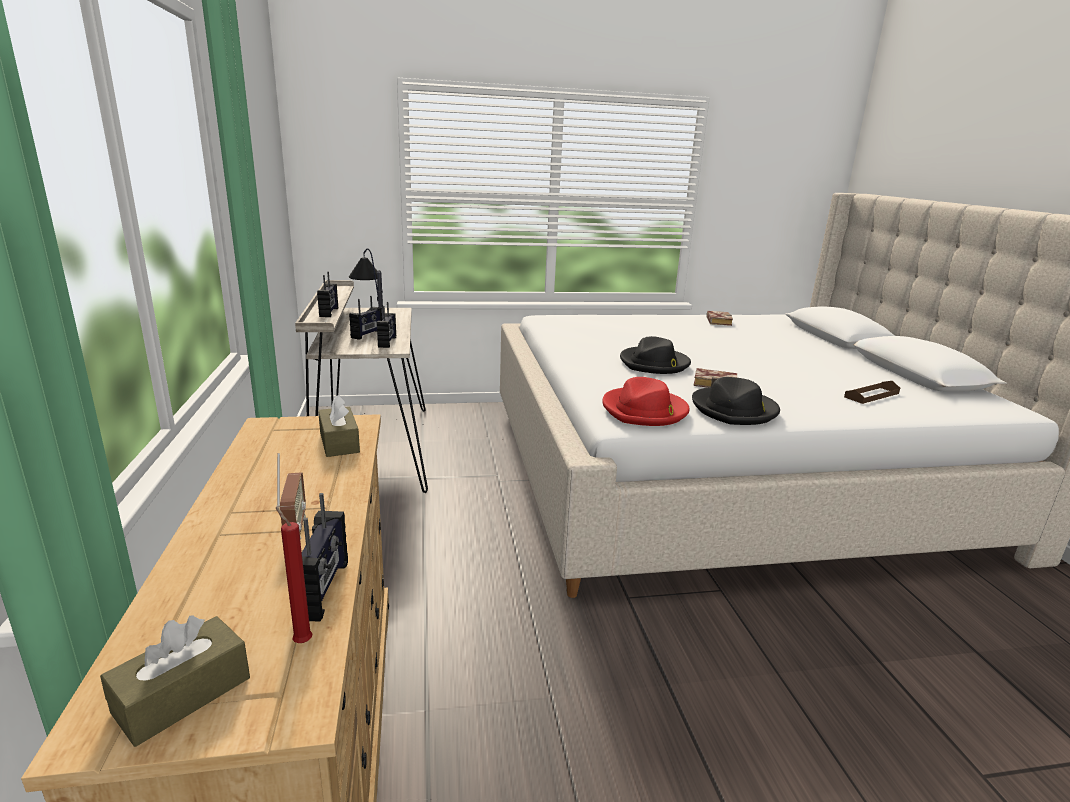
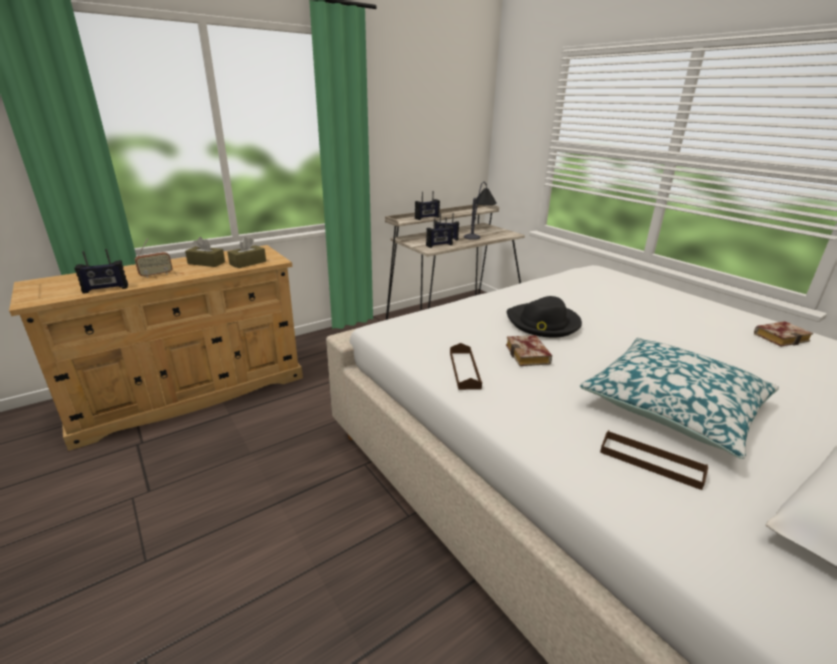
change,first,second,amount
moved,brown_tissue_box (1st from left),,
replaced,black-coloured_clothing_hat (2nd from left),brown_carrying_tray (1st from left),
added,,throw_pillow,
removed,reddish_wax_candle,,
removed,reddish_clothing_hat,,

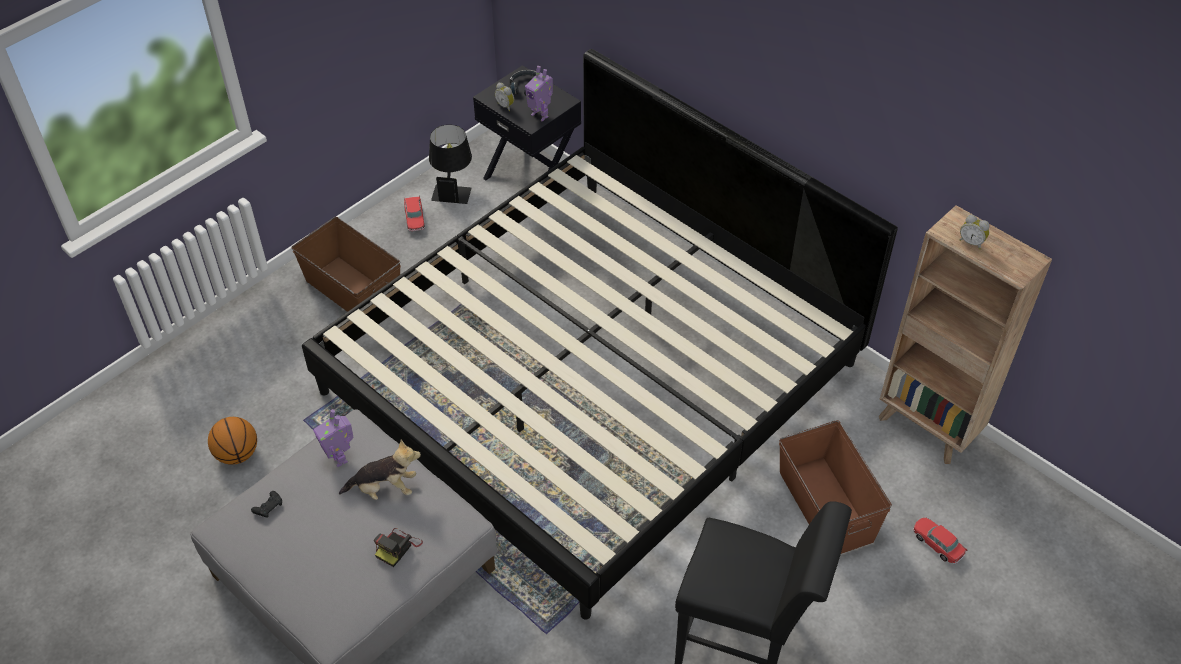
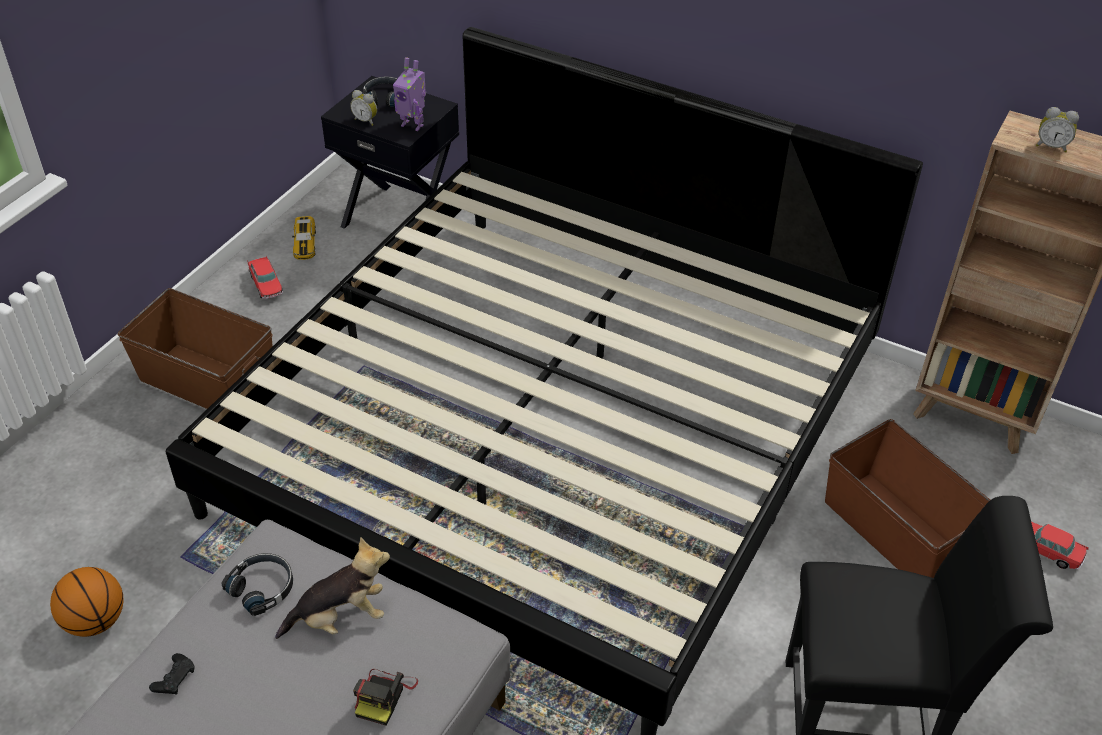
change,first,second,amount
replaced,toy_robot (1st from left),black-coloured_headphones (1st from left),
replaced,black-coloured_tabletop_lamp,miniature_car (2nd from left),

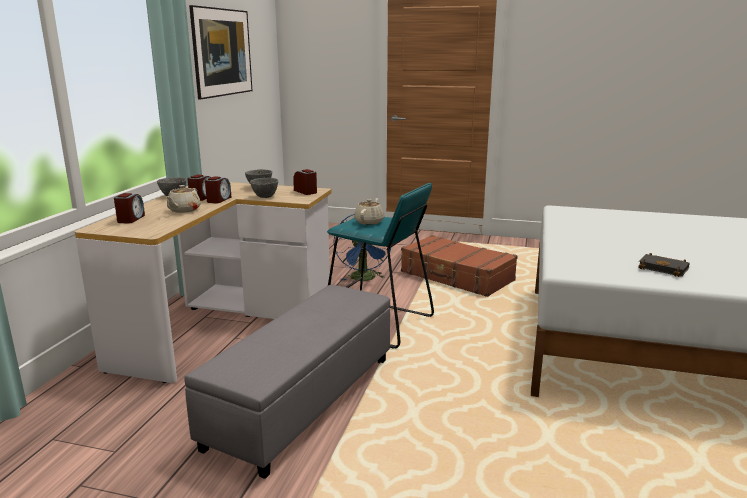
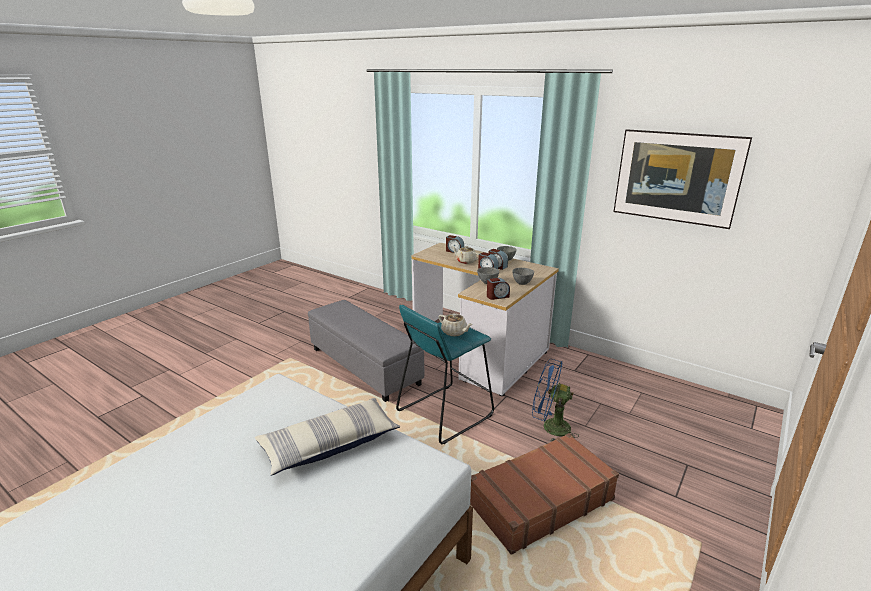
change,first,second,amount
added,,throw_pillow,
removed,black-coloured_book,,

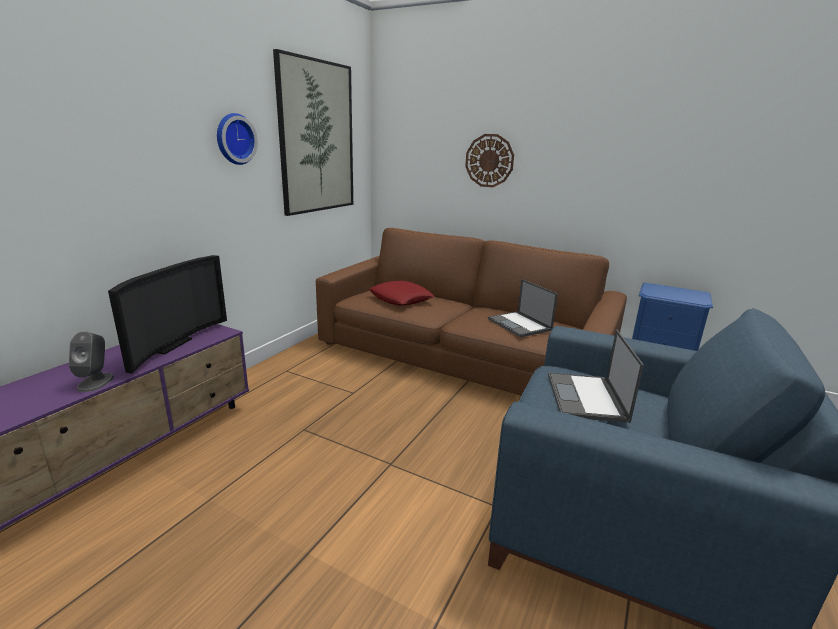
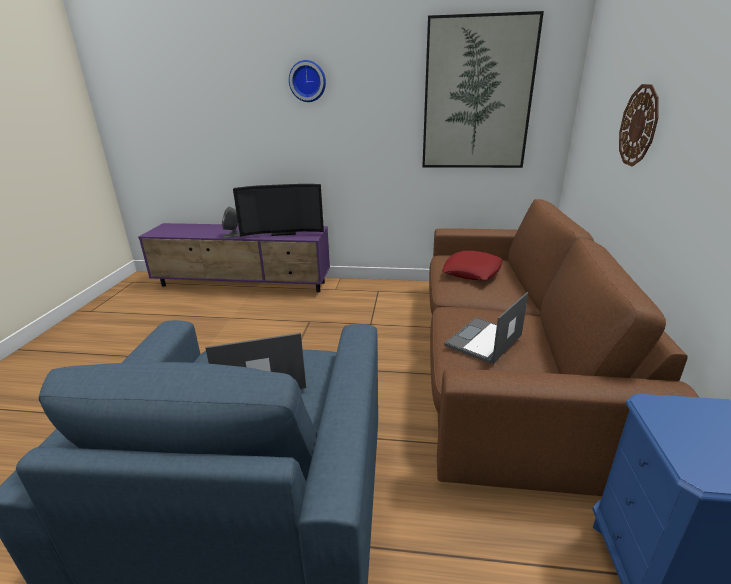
change,first,second,amount
moved,clock_on_the_wall (1st from left),,

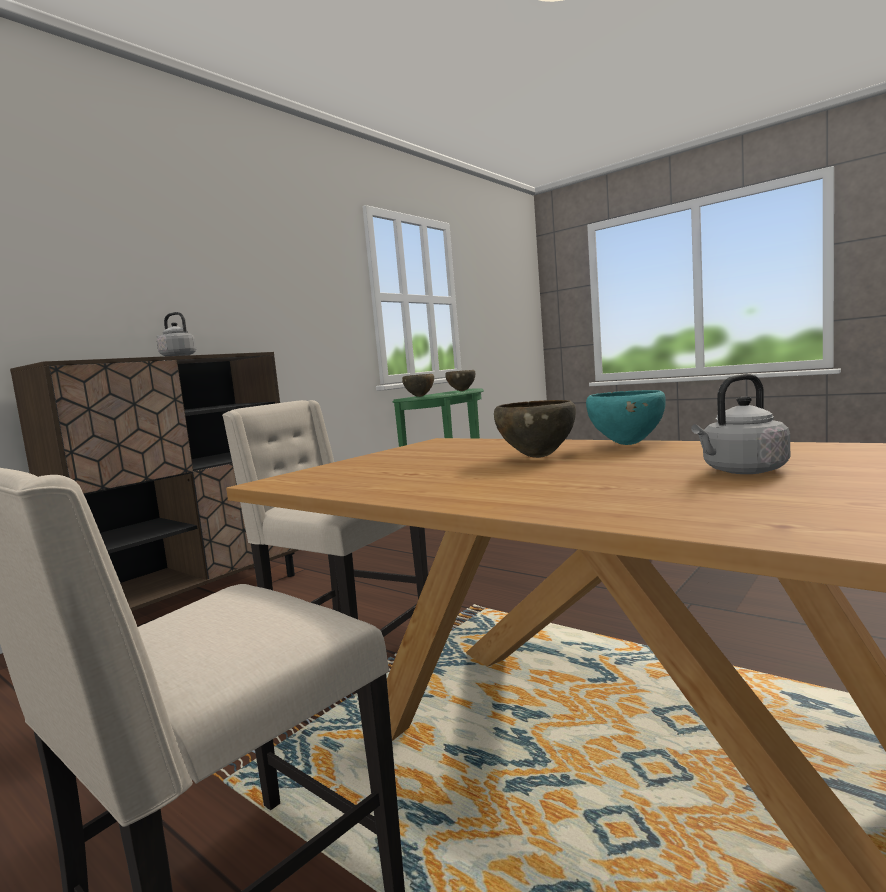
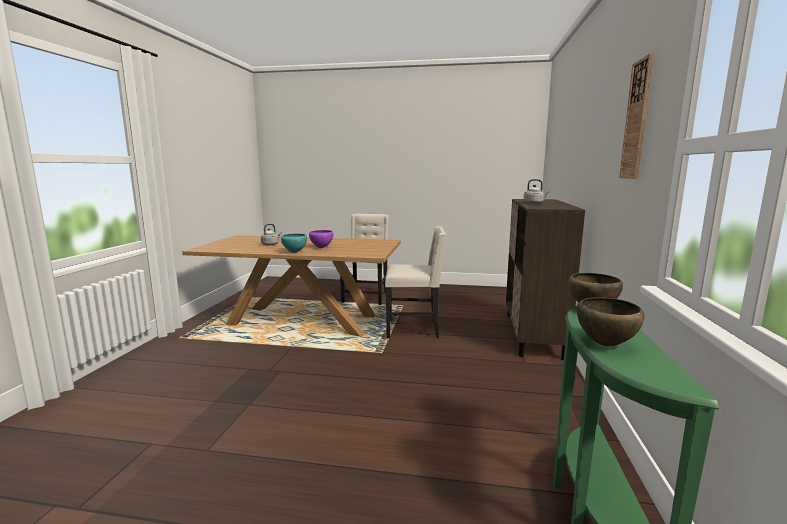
change,first,second,amount
recoloured,brown_deep_dish (3rd from left),purplish_deep_dish,
added,,clock_on_the_wall,

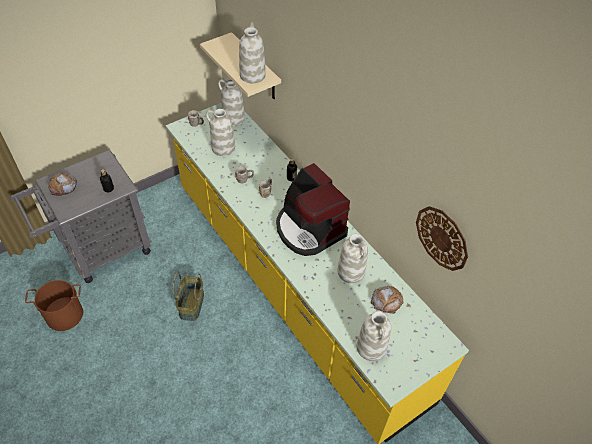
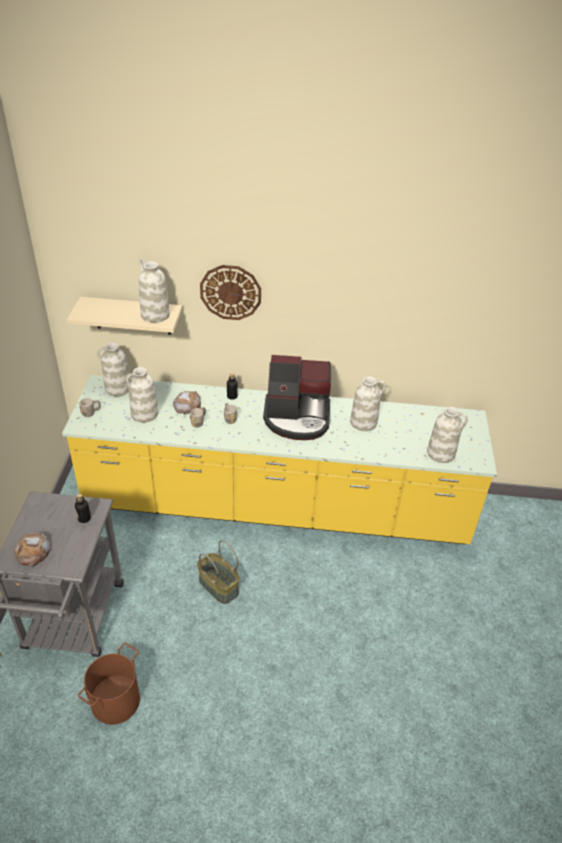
change,first,second,amount
moved,baked_bread (2nd from left),,
moved,clock_on_the_wall,,

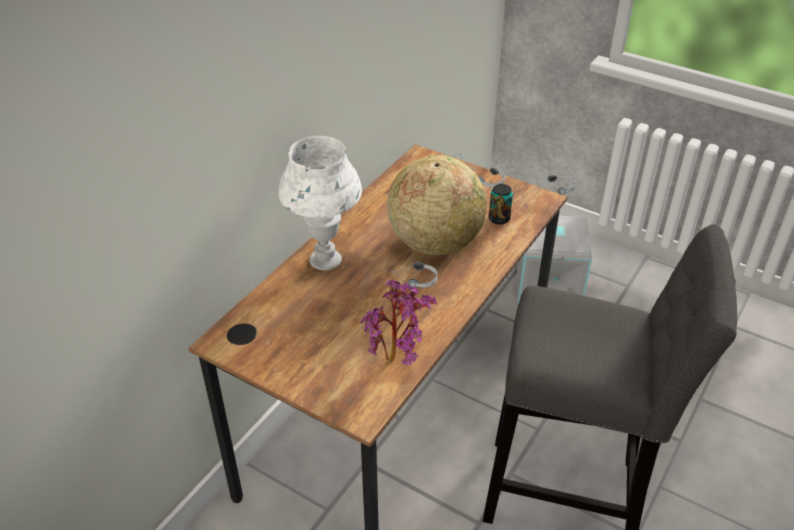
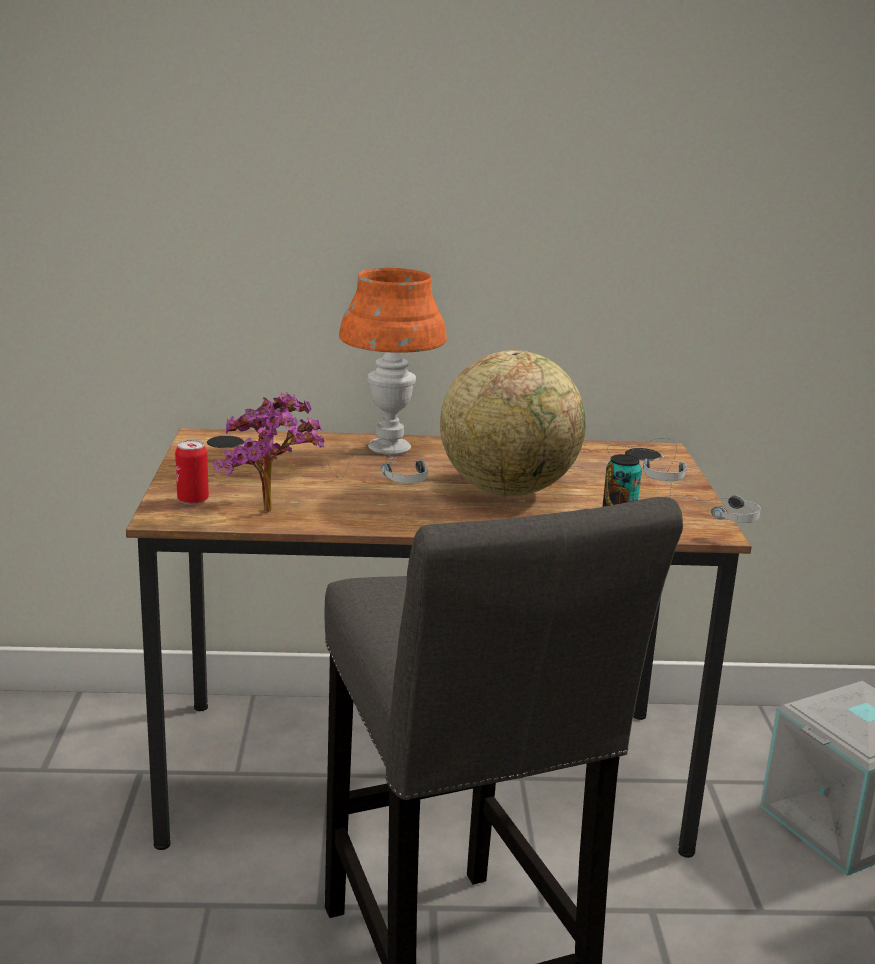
change,first,second,amount
added,,metal_can (1st from left),
recoloured,whitish_tabletop_lamp,orange-coloured_tabletop_lamp,

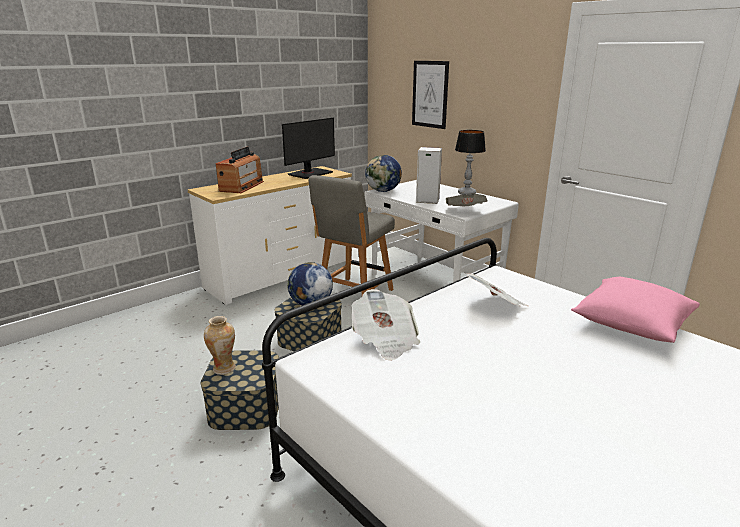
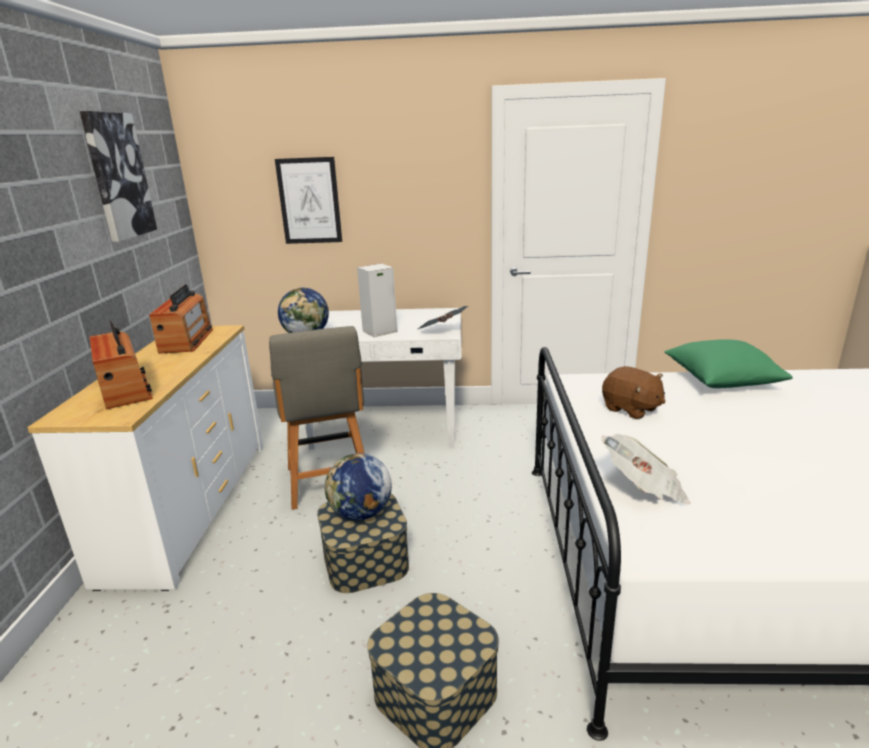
change,first,second,amount
added,,wall_art (1st from left),
replaced,monitor,radio (2nd from left),
replaced,daily_paper (3rd from left),brown_plush_toy,
recoloured,pink_throw_pillow,green-coloured_throw_pillow,
removed,flower_vase,,
removed,tabletop_lamp,,

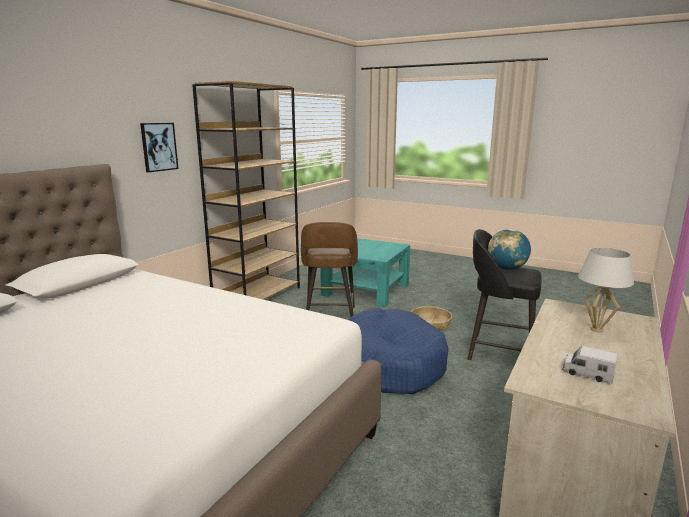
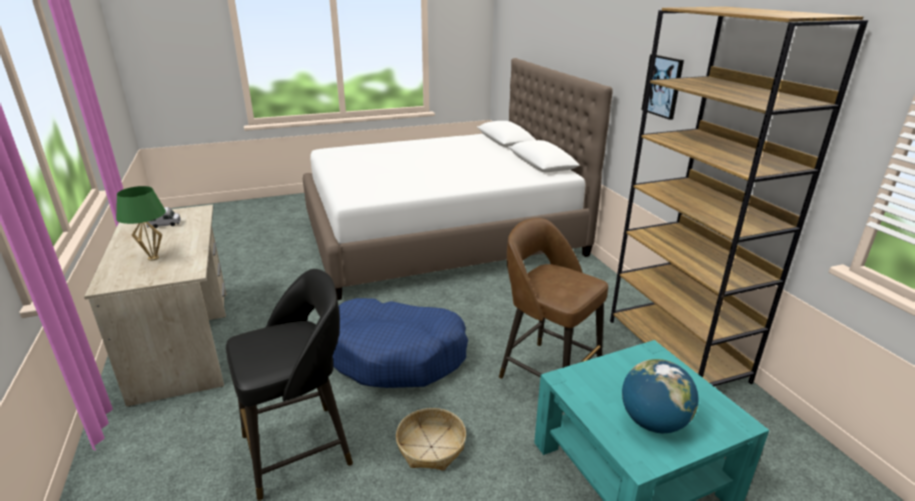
change,first,second,amount
recoloured,whitish_tabletop_lamp,green-coloured_tabletop_lamp,
moved,globe,,

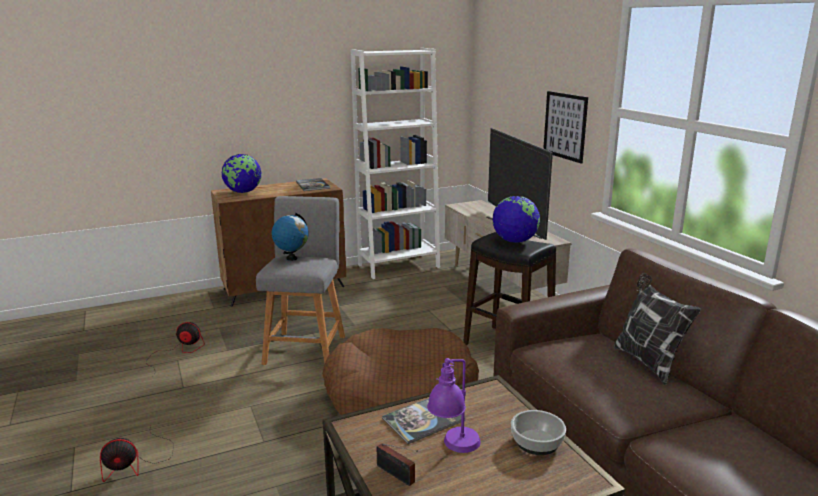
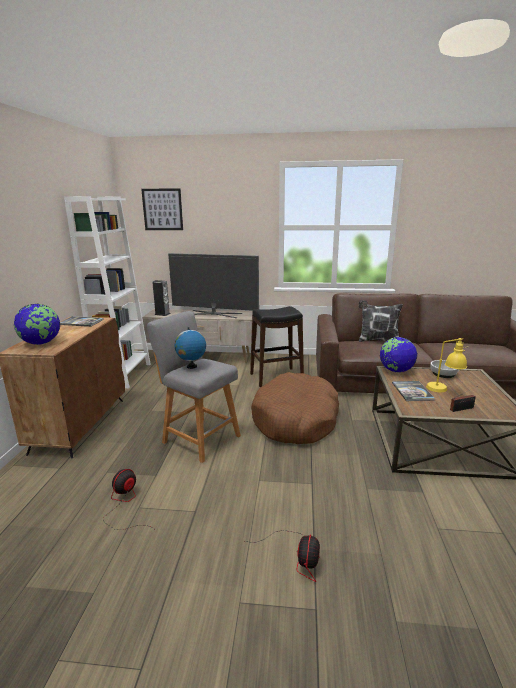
change,first,second,amount
moved,wall_art,,
added,,loudspeaker,
moved,globe (3rd from left),,
recoloured,purplish_tabletop_lamp,yellow-coloured_tabletop_lamp,

